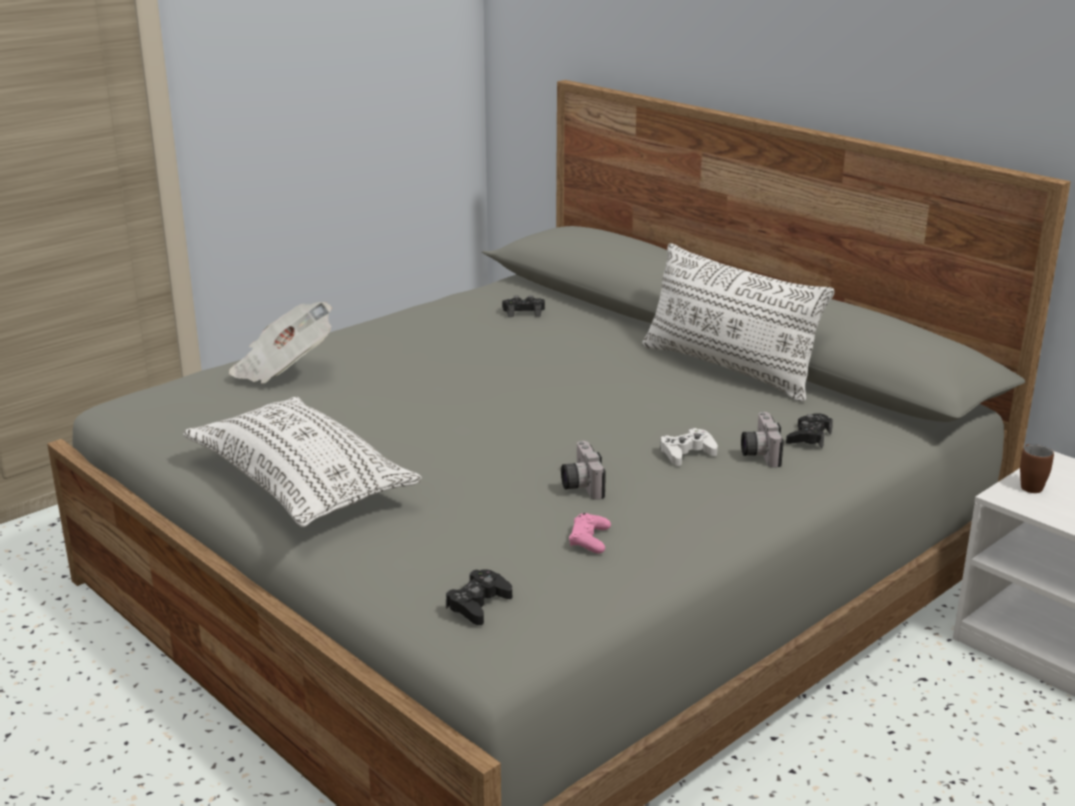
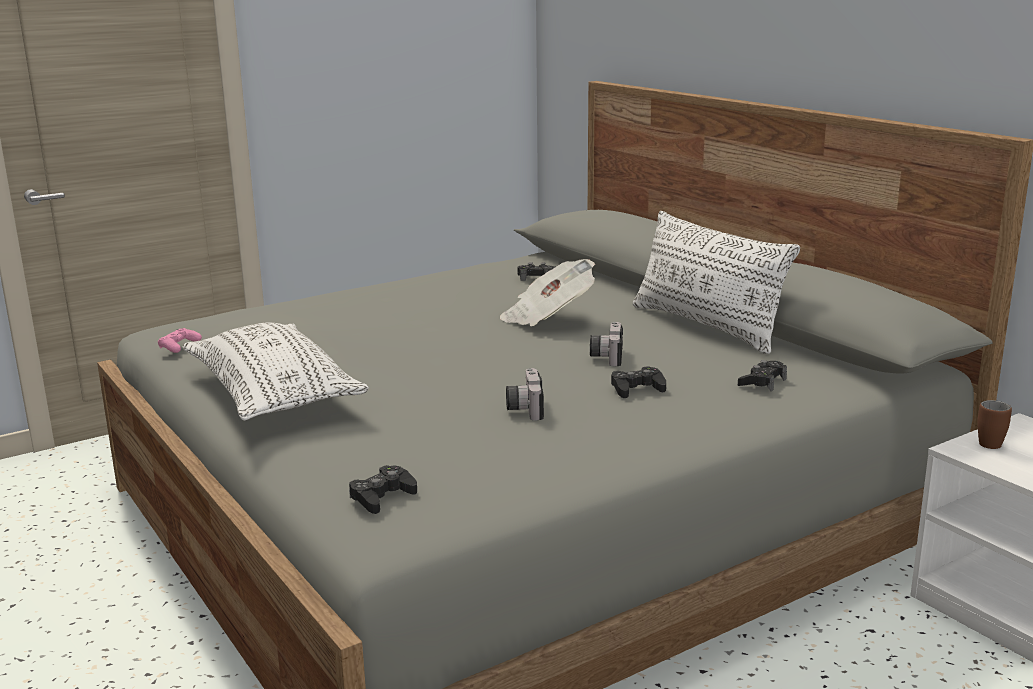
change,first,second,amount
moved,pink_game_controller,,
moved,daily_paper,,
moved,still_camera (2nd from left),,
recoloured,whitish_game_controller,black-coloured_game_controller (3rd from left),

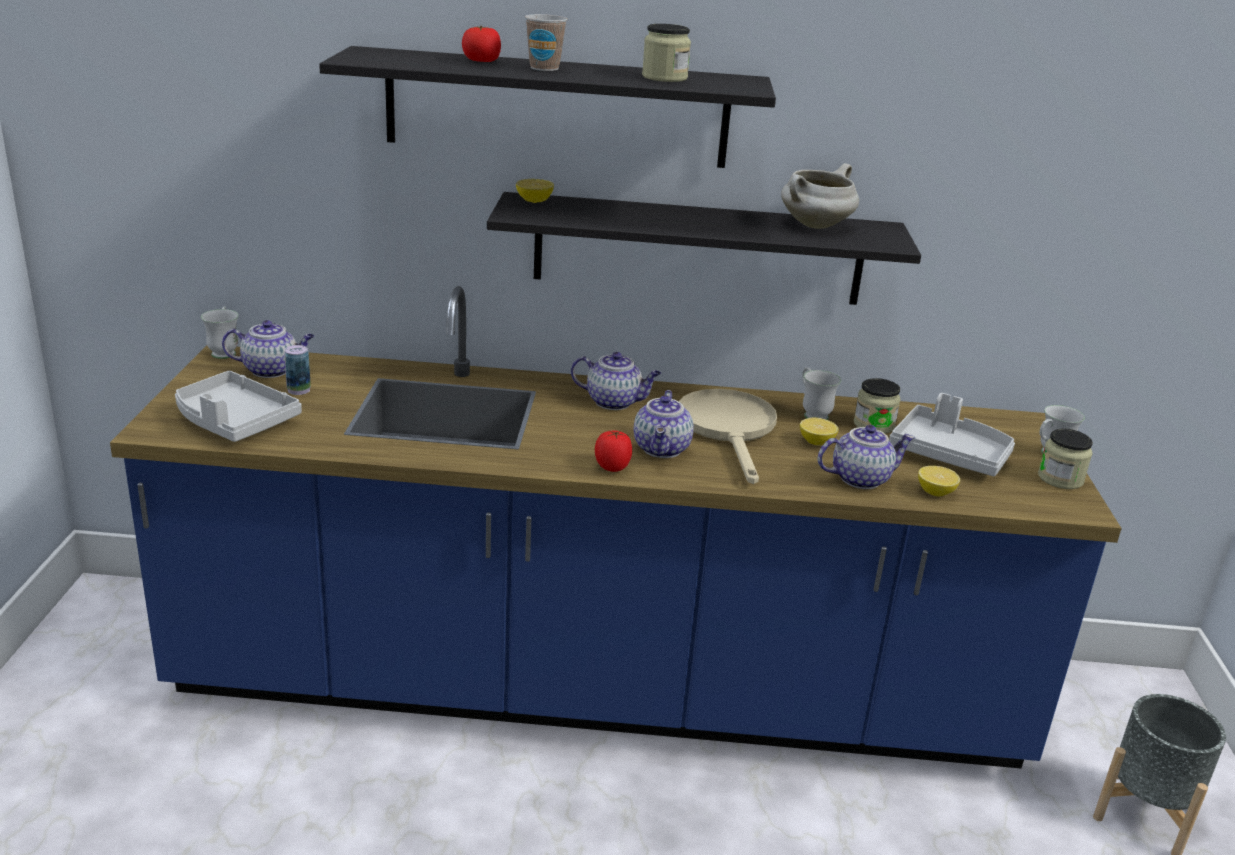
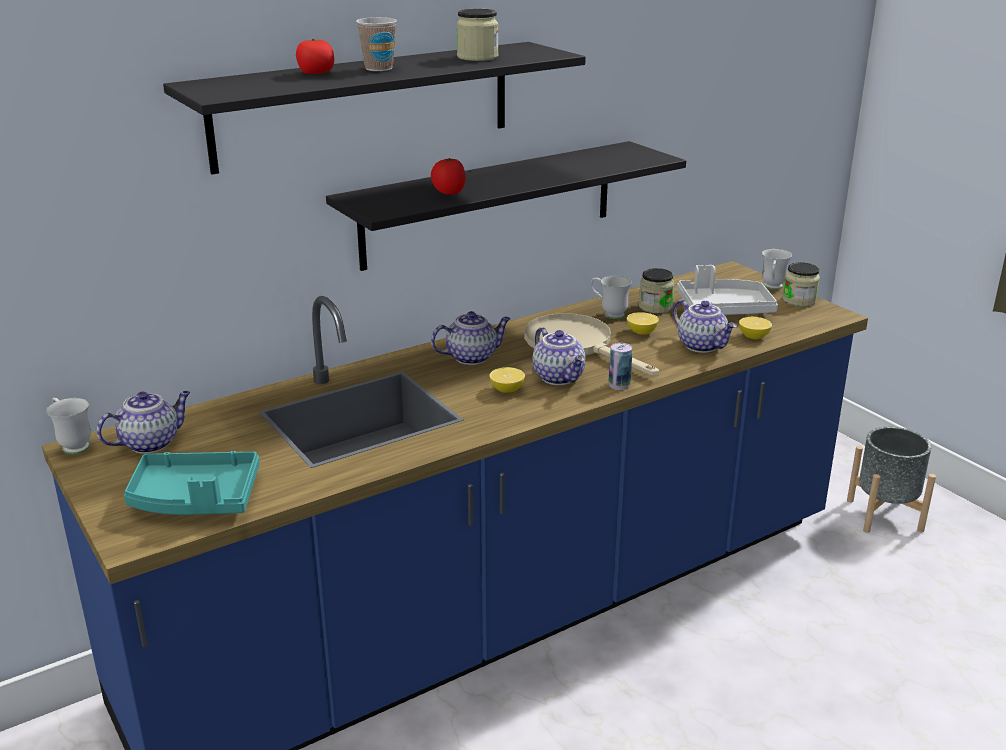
change,first,second,amount
recoloured,greyish_carrying_tray (1st from left),turquoise_carrying_tray,
moved,fresh_tomato (2nd from left),,
moved,lemon (1st from left),,
moved,metal_can,,
turned,teapot (4th from left),,105 degrees clockwise
removed,whitish_saucepot,,

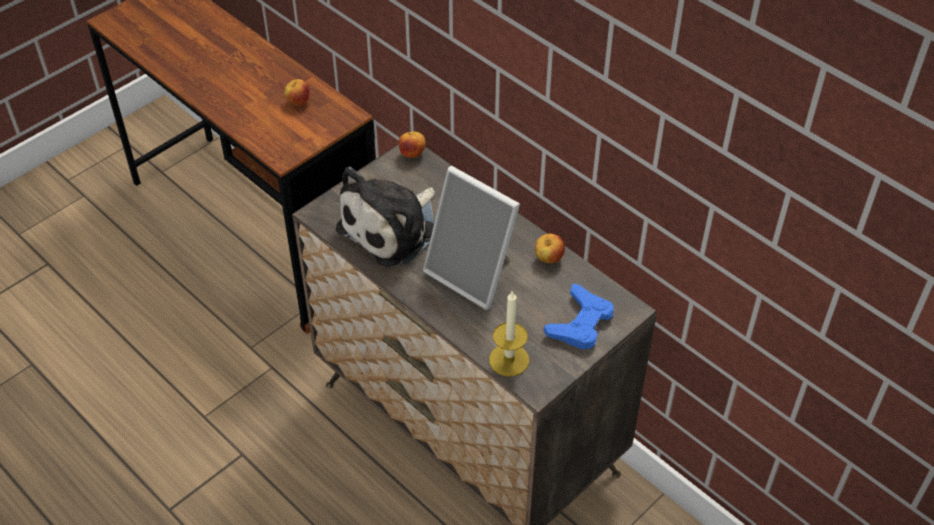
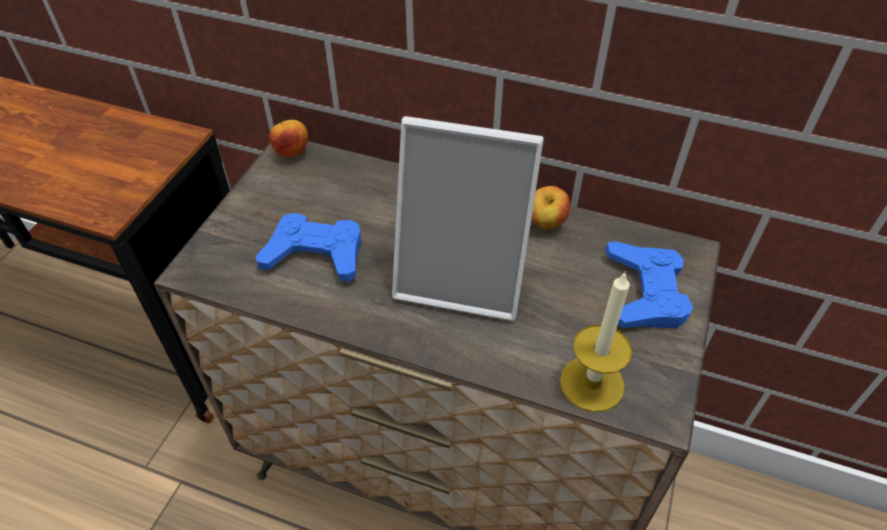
change,first,second,amount
replaced,plush_toy,blue_game_controller (1st from left),
removed,apple (1st from left),,

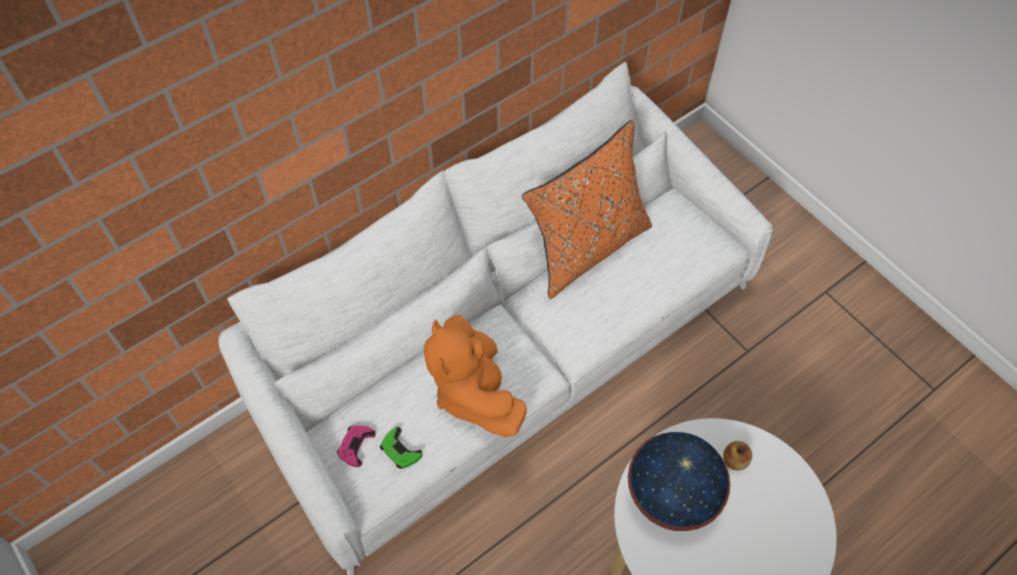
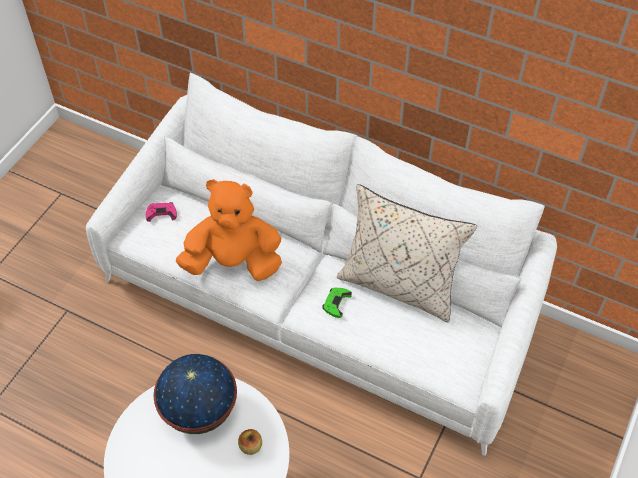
change,first,second,amount
turned,orange-coloured_plush_toy,,45 degrees clockwise
moved,green-coloured_game_controller,,
recoloured,orange-coloured_throw_pillow,beige-coloured_throw_pillow,

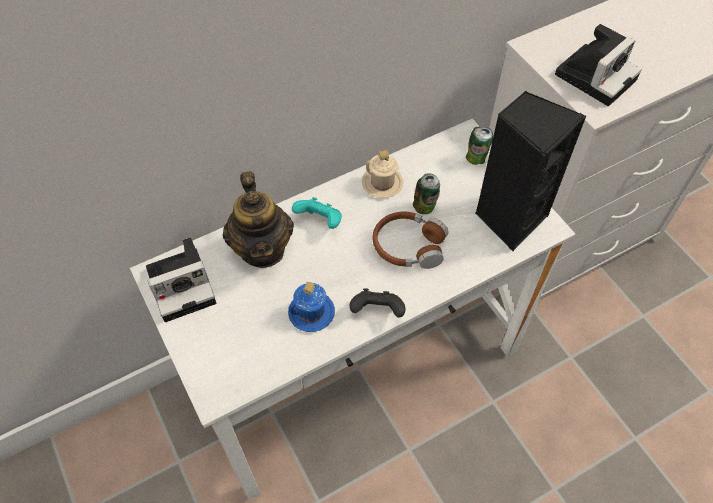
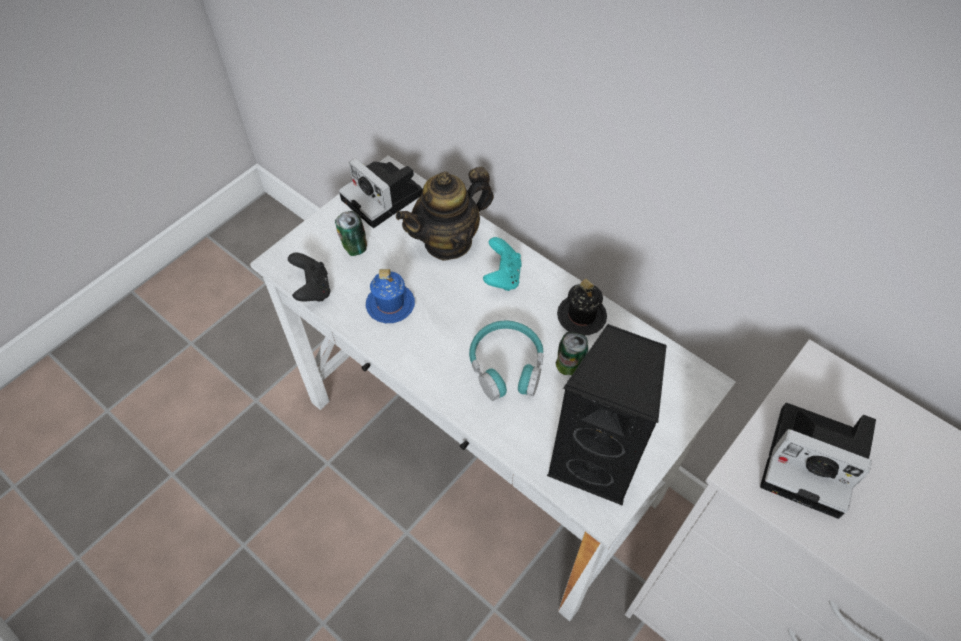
change,first,second,amount
moved,black-coloured_game_controller,,
moved,metal_can (2nd from left in the first image),metal_can (1st from left),
recoloured,brown_headphones,turquoise_headphones,
recoloured,beige-coloured_mug,black-coloured_mug,

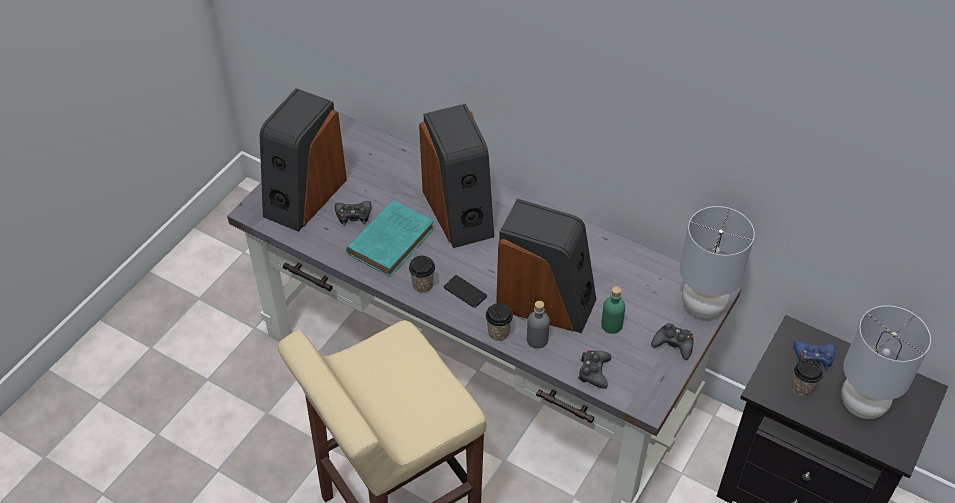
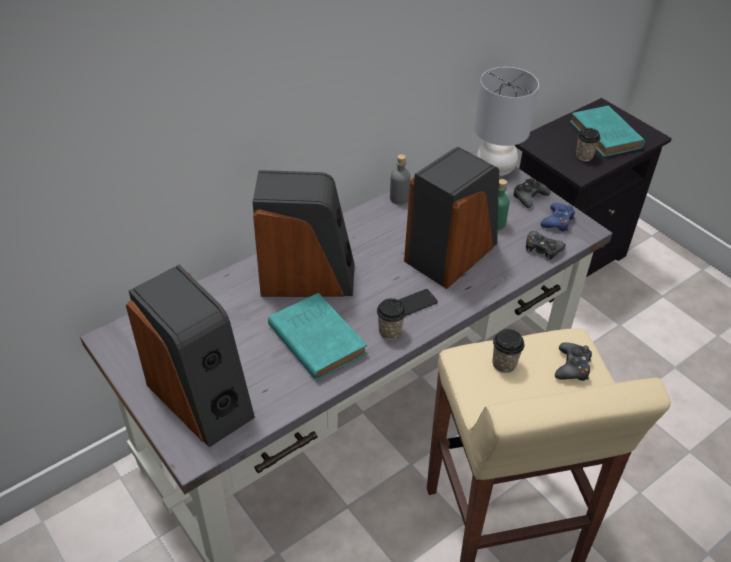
change,first,second,amount
moved,greyish_bottle,,
moved,drinking_cup (2nd from left),,
moved,blue_game_controller,,
moved,black-coloured_game_controller (1st from left in the first image),black-coloured_game_controller (3rd from left),
replaced,greyish_tabletop_lamp (2nd from left),turquoise_book (2nd from left),

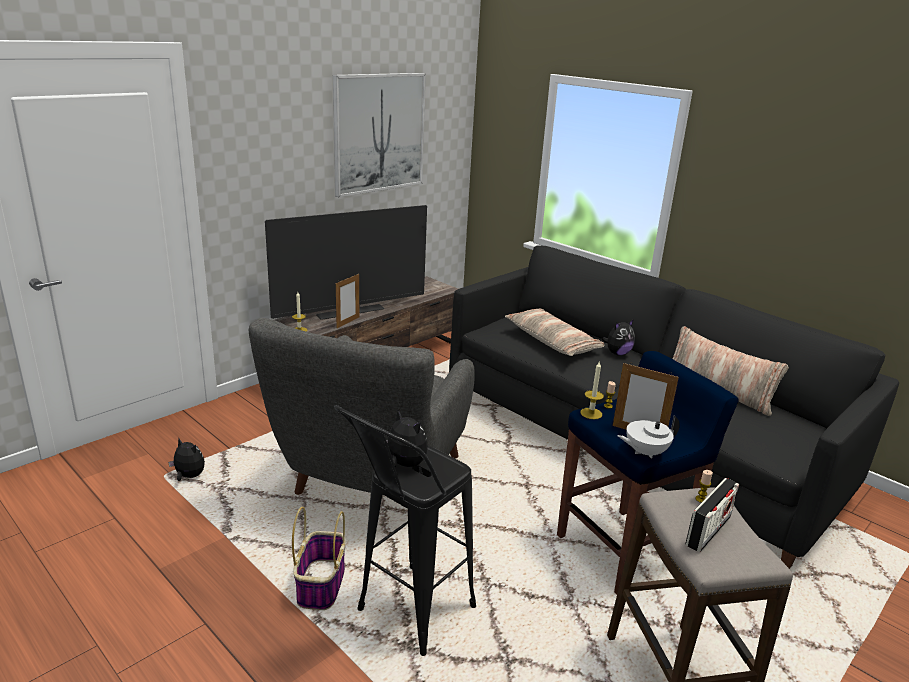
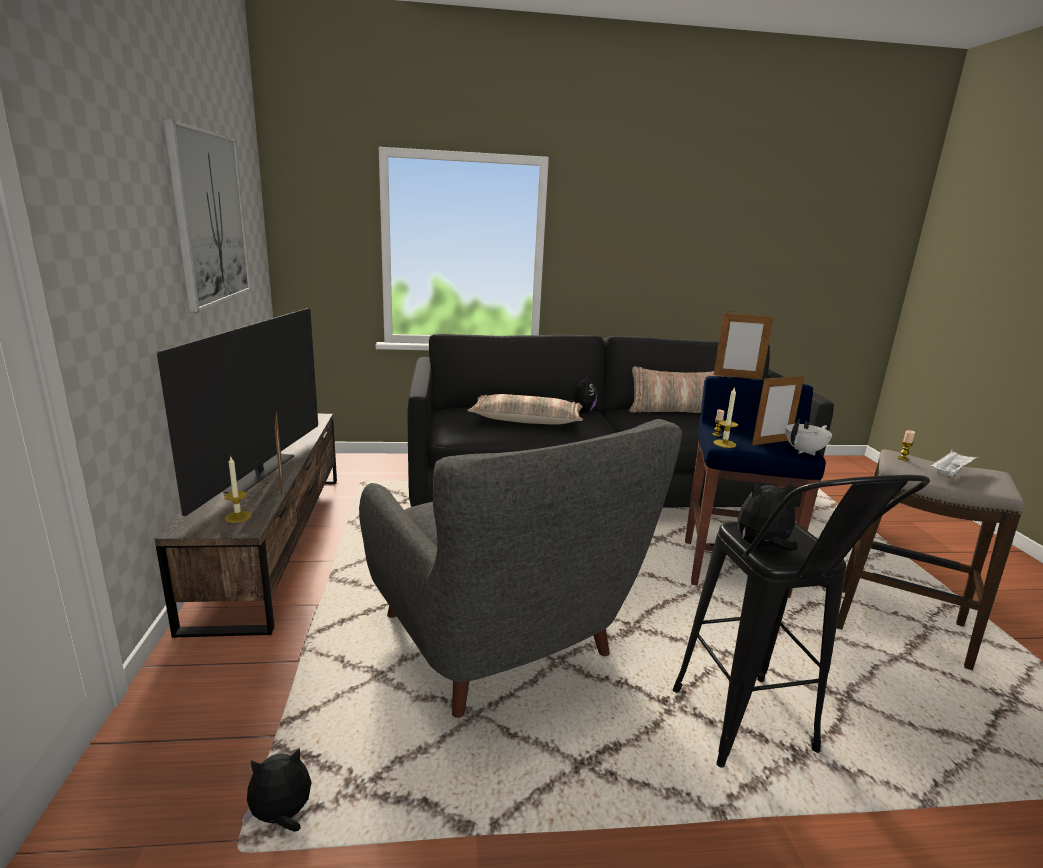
change,first,second,amount
added,,picture_frame (2nd from left),
turned,whitish_teapot,,150 degrees counterclockwise
replaced,radio,whitish_carrying_tray,
removed,household_basket,,

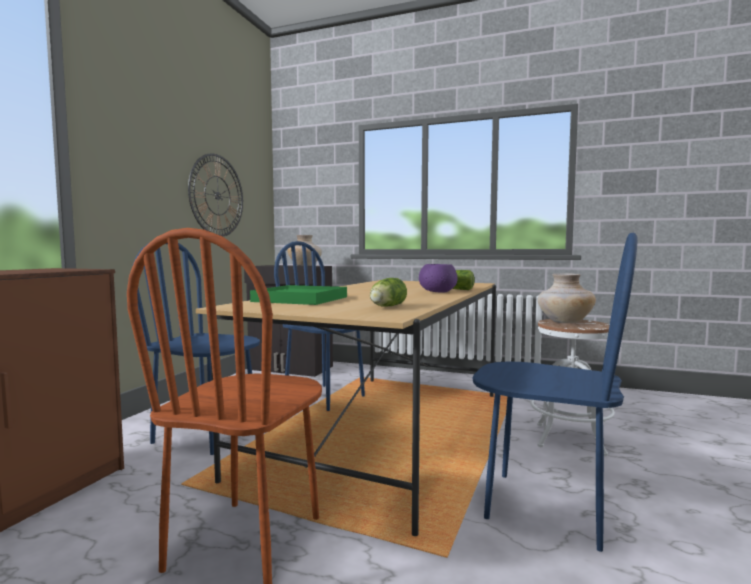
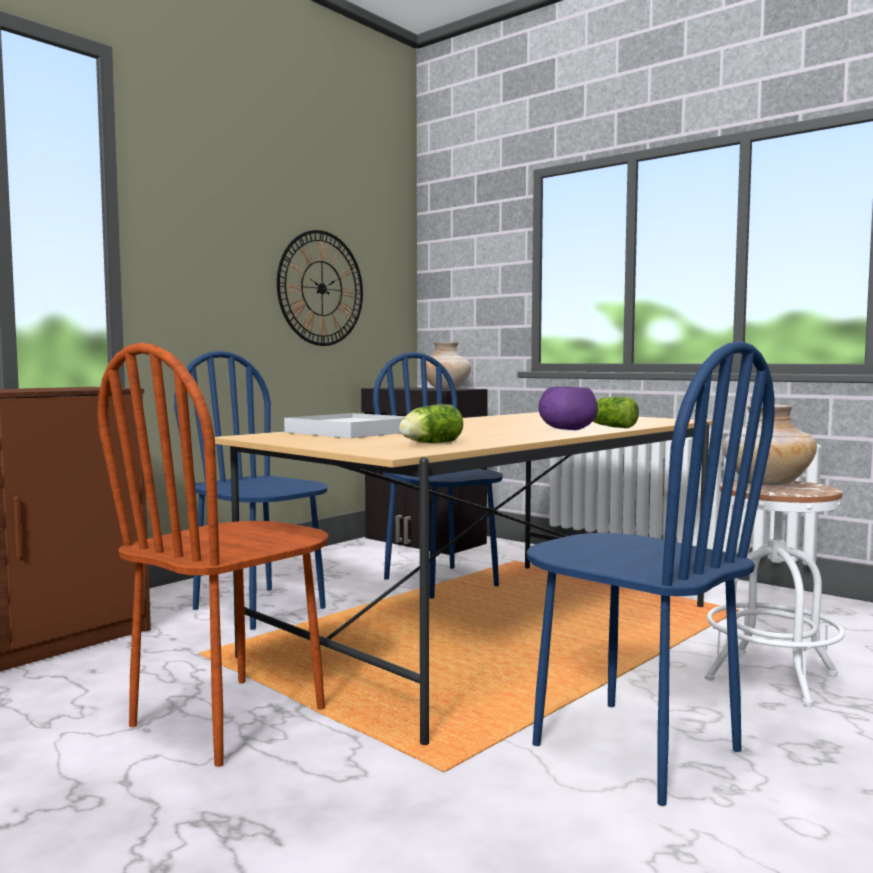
change,first,second,amount
recoloured,green-coloured_carrying_tray,whitish_carrying_tray,

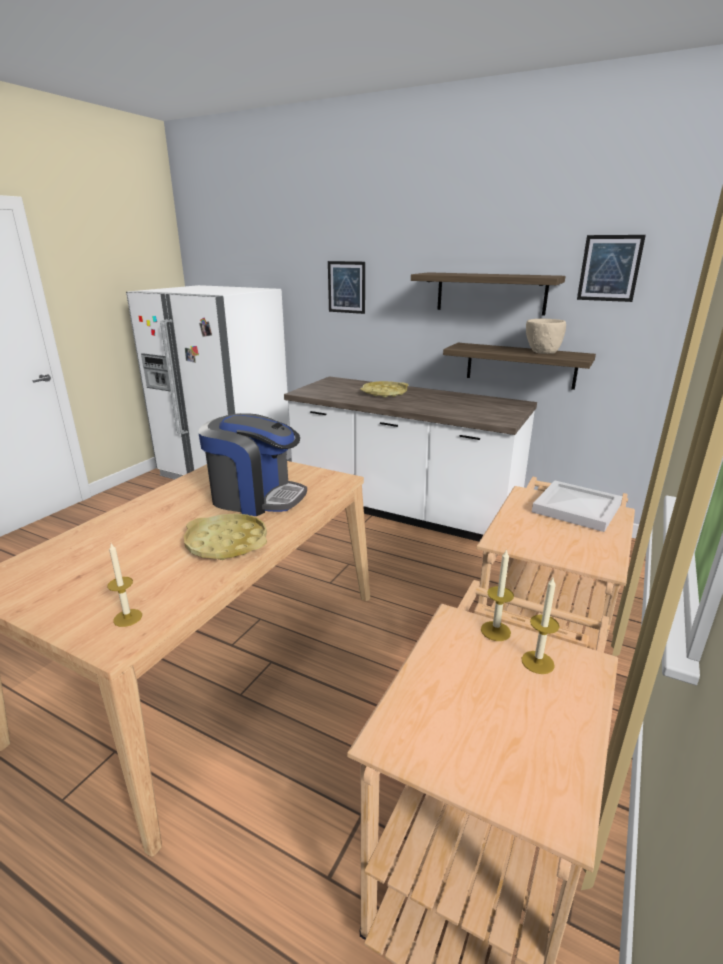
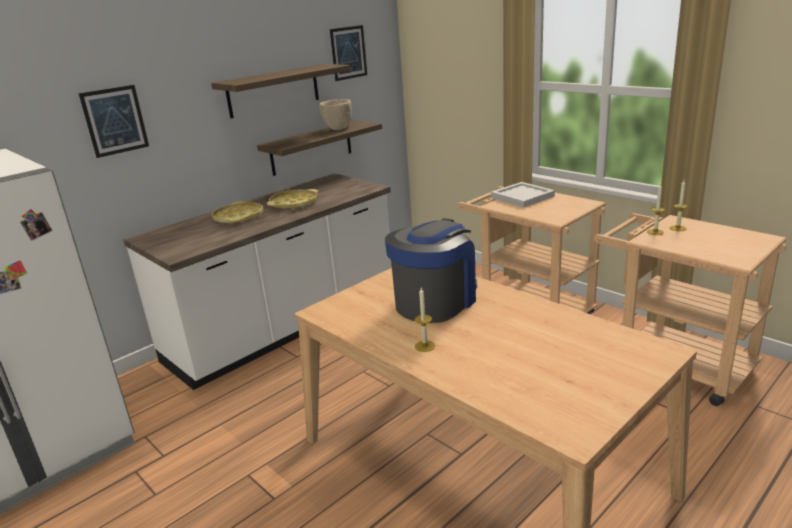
change,first,second,amount
moved,yellow-coloured_carrying_tray (1st from left in the first image),yellow-coloured_carrying_tray (2nd from left),
moved,wax_candle (1st from left),,

